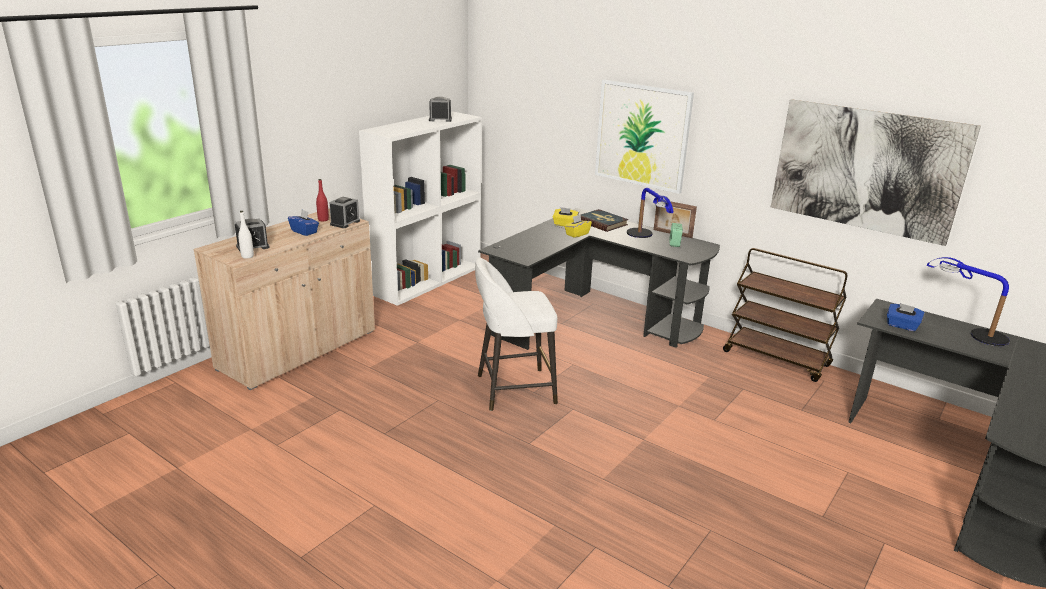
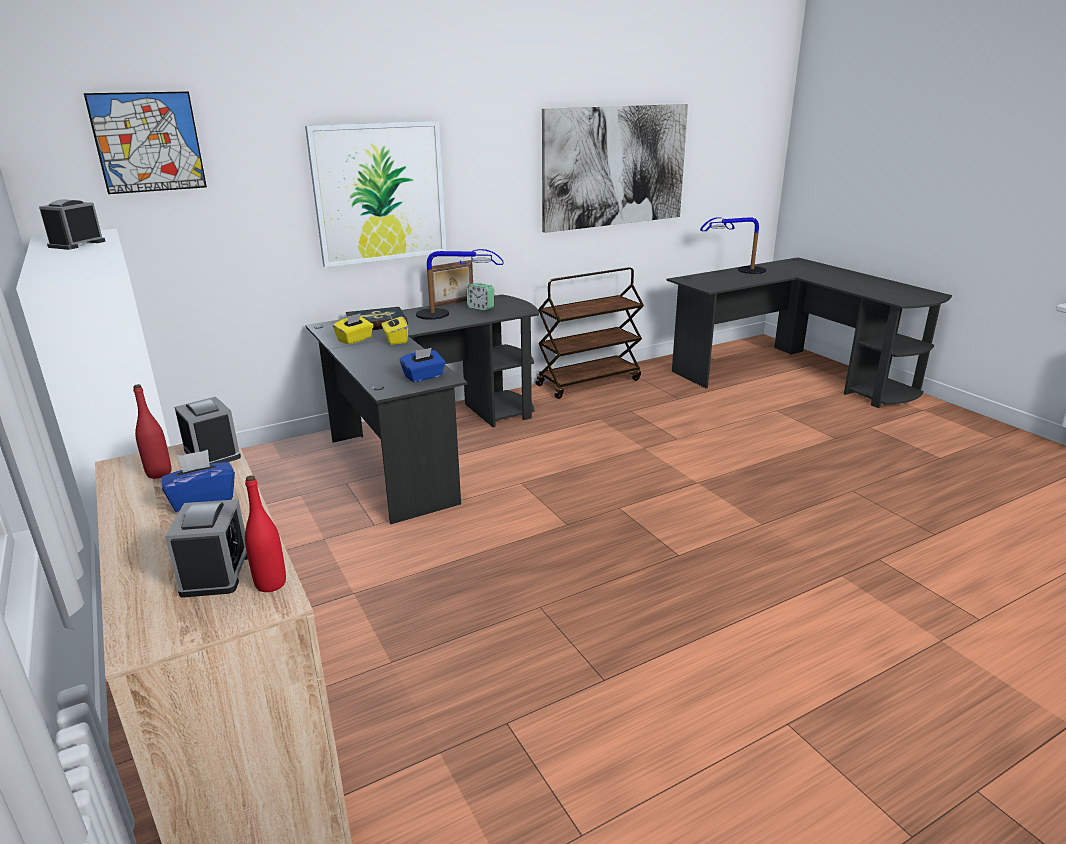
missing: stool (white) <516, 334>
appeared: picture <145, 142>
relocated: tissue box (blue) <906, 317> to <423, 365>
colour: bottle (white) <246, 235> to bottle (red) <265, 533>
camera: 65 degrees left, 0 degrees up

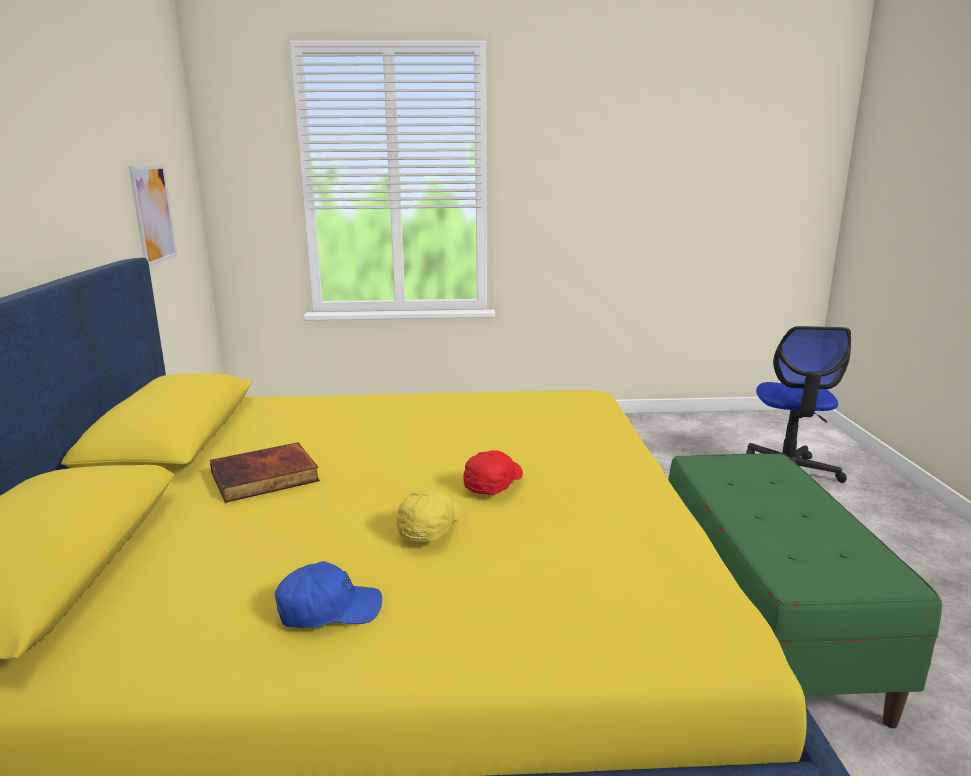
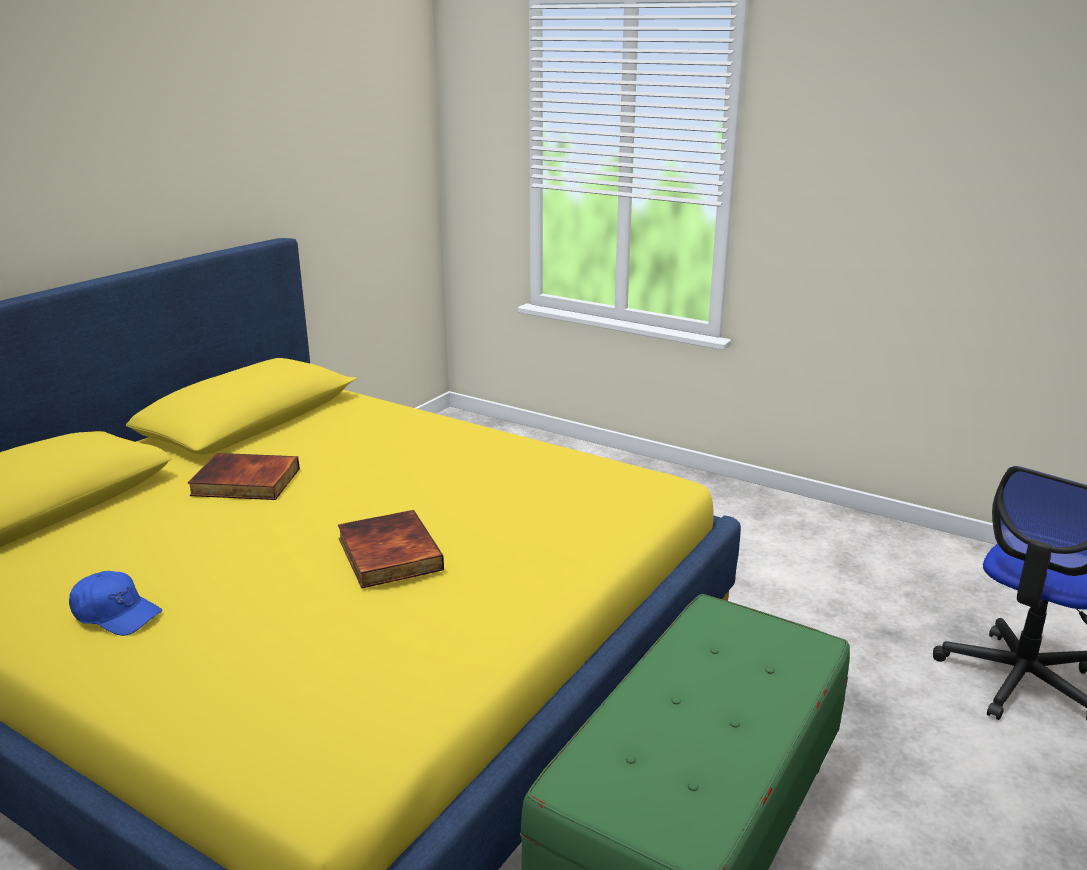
missing: picture <153, 215>; cap (yellow) <428, 515>
exchanged: cap (red) <493, 472> to book <391, 549>
camera: 35 degrees right, 5 degrees up

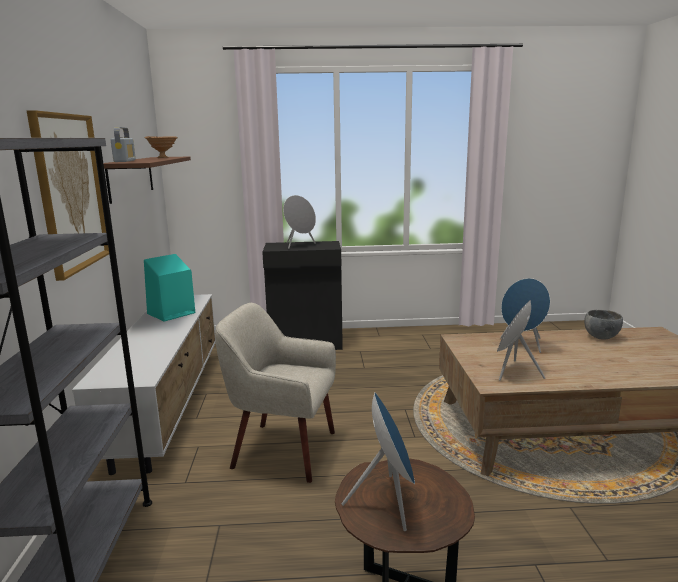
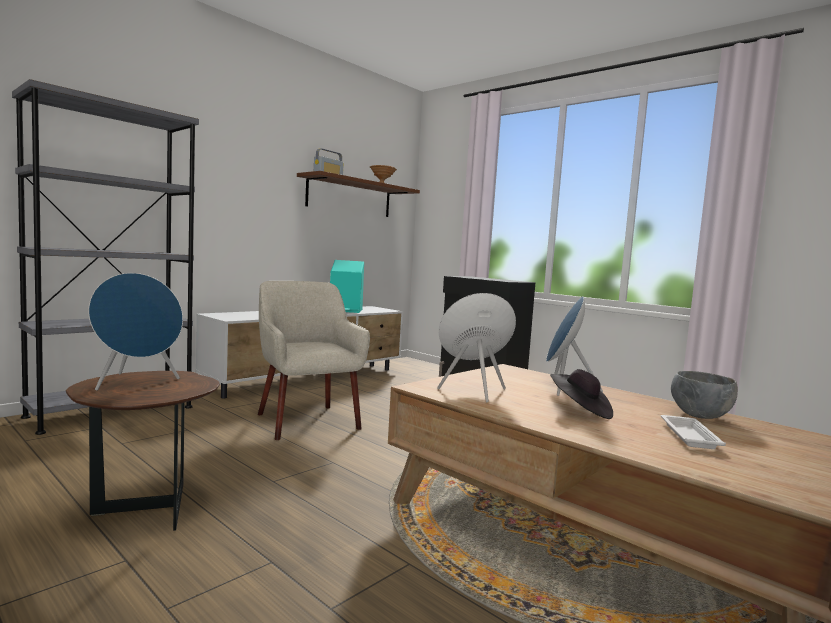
missing: picture <68, 195>; speaker (grey) <299, 222>
appeared: hat (black) <581, 394>; tray (white) <693, 432>
camera: 45 degrees right, 10 degrees down

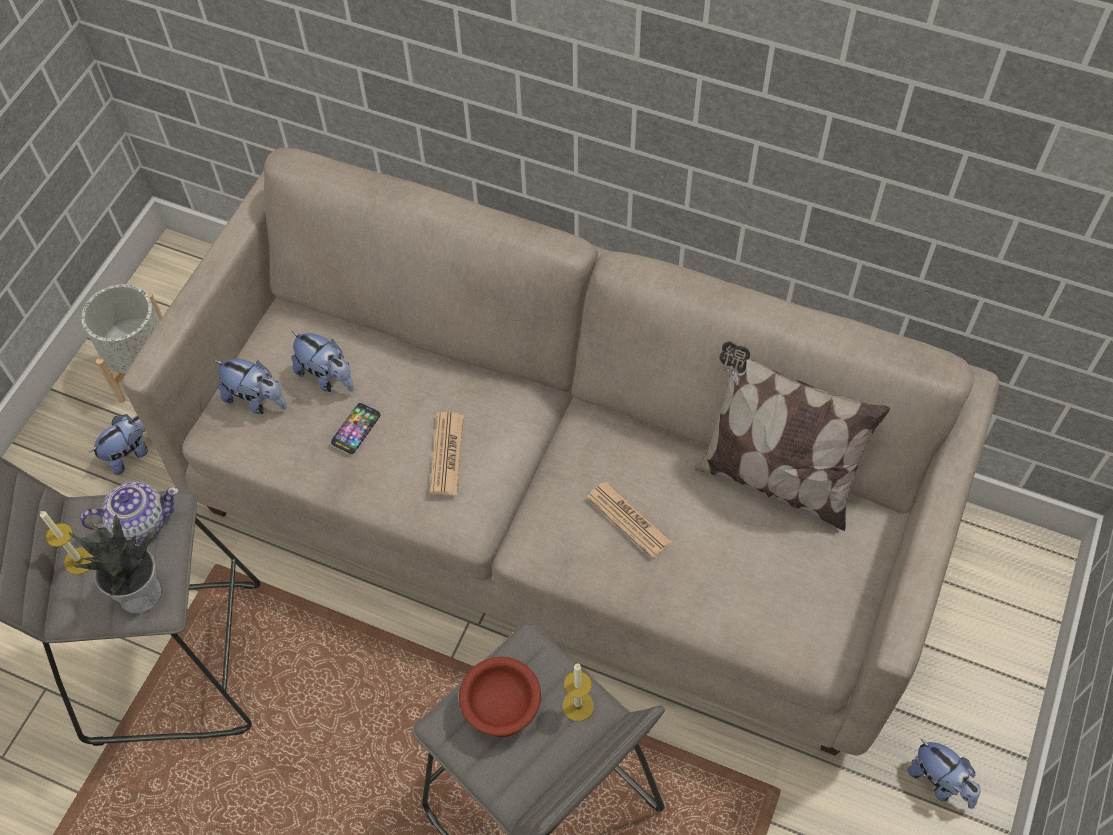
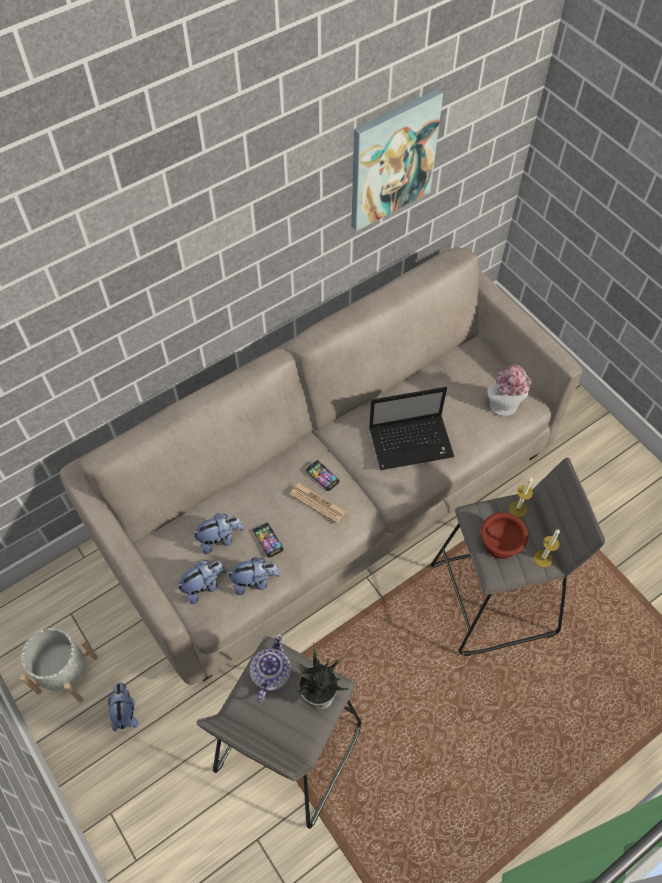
missing: pillow <792, 436>
appeared: phone <323, 475>; picture <397, 160>; hat <509, 390>
relocated: candle <66, 542> to <547, 548>; plush toy <944, 774> to <253, 576>
exchanged: newspaper <629, 520> to laptop <411, 428>
camera: 60 degrees left, 0 degrees up

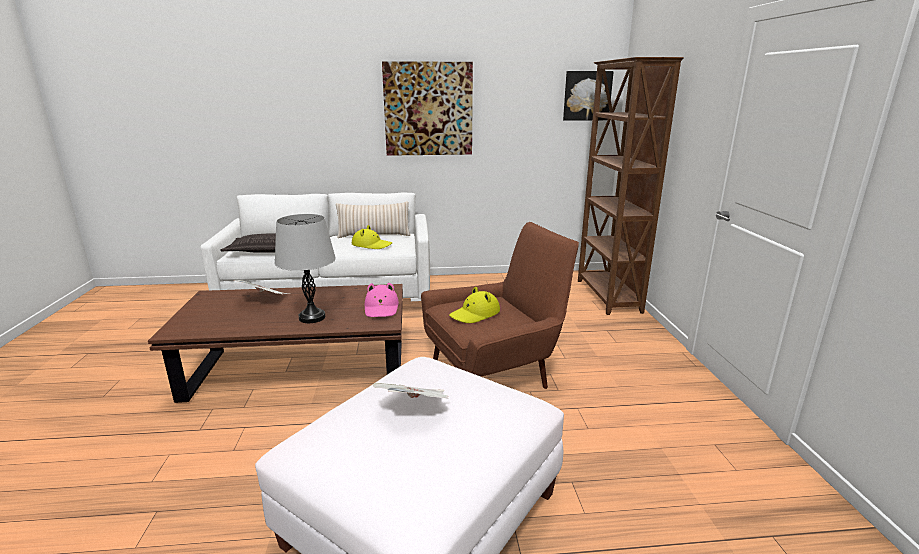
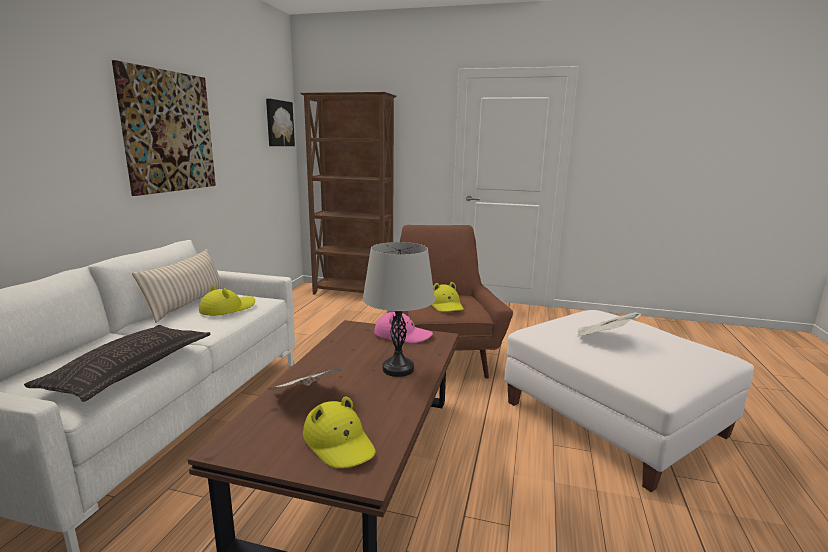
appeared: hat (yellow) <339, 432>
camera: 70 degrees left, 5 degrees down

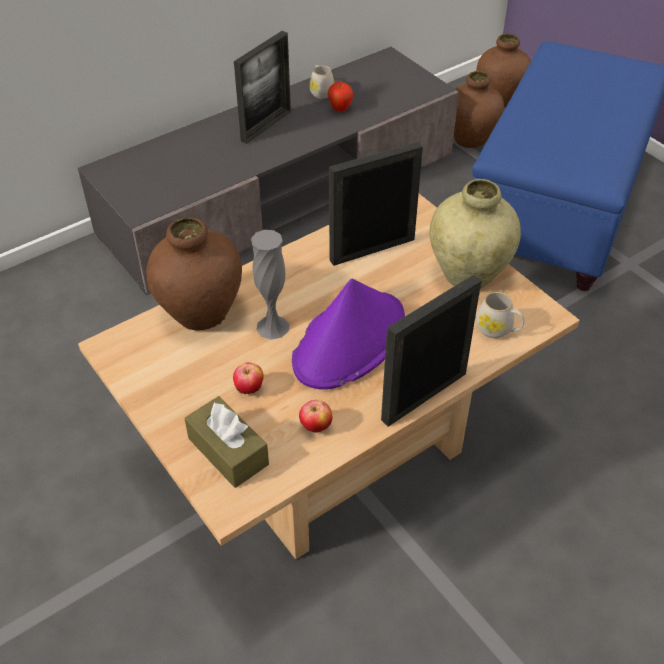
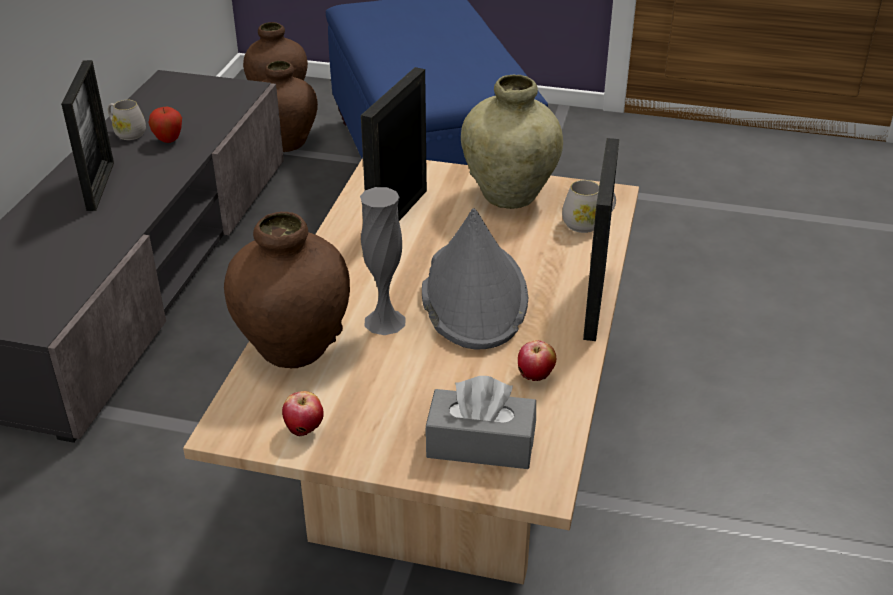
relocated: apple <248, 378> to <303, 413>
colour: tissue box (brown) <227, 442> to tissue box (grey) <480, 422>; hat (purple) <348, 334> to hat (grey) <475, 279>
camera: 40 degrees left, 10 degrees down

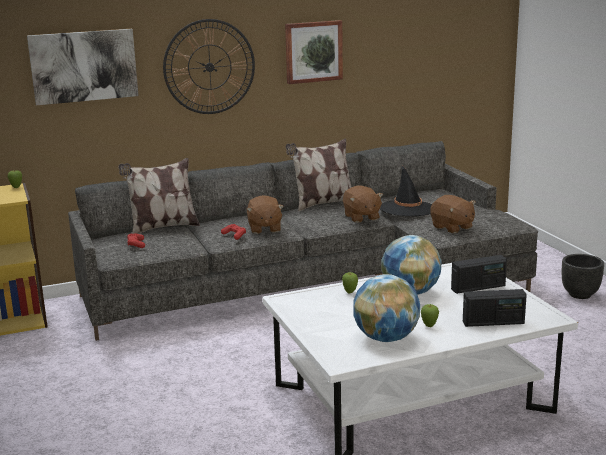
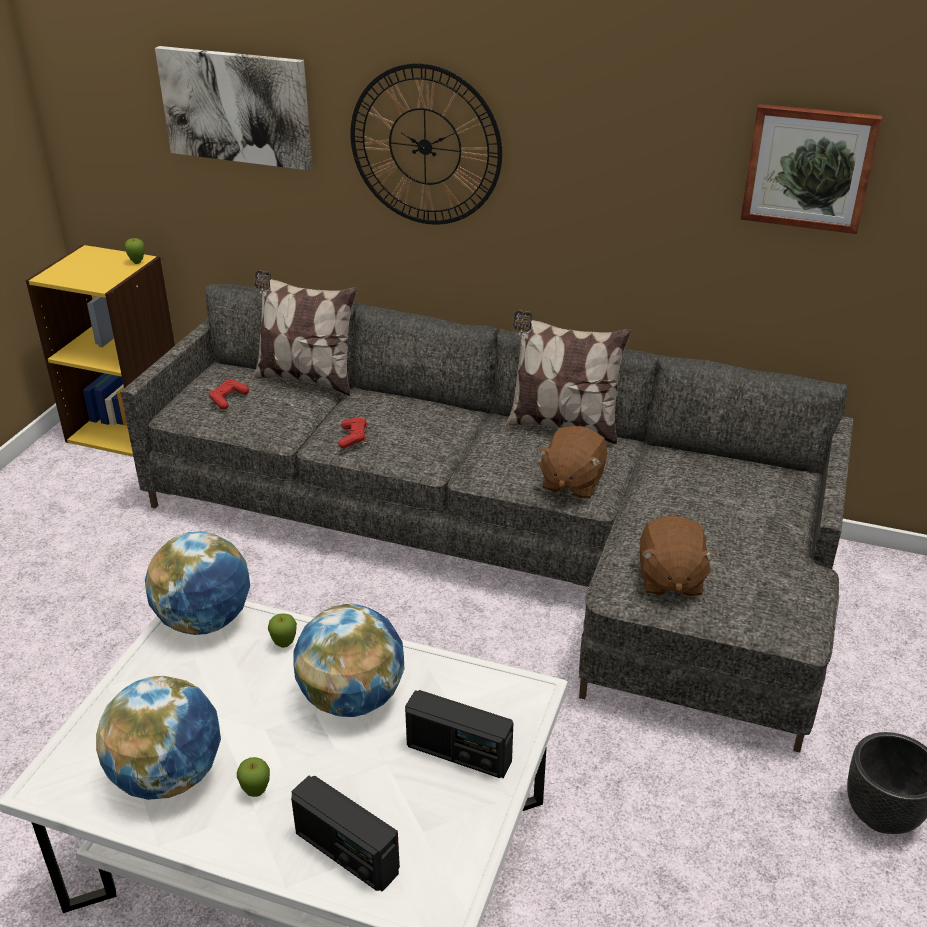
missing: plush toy (brown) <265, 214>; hat (black) <406, 191>
appeared: globe <197, 583>
relocated: picture <314, 52> to <811, 169>
camera: 40 degrees right, 15 degrees up

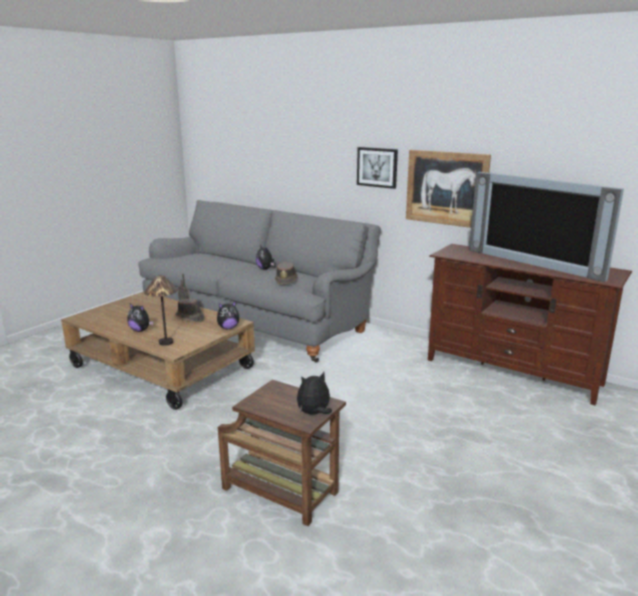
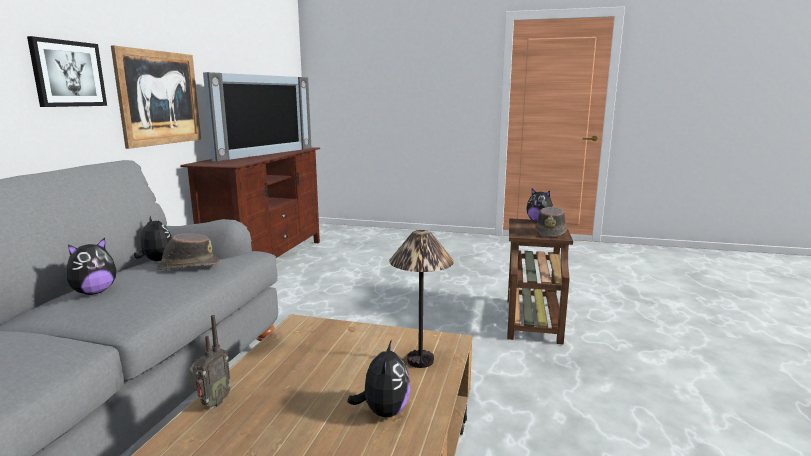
relocated: hat (brown) <190, 311> to <551, 222>; plush toy <228, 315> to <153, 238>
camera: 110 degrees left, 5 degrees down

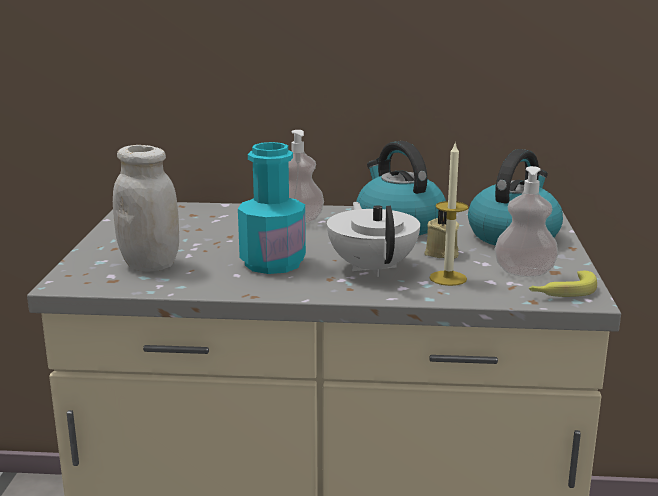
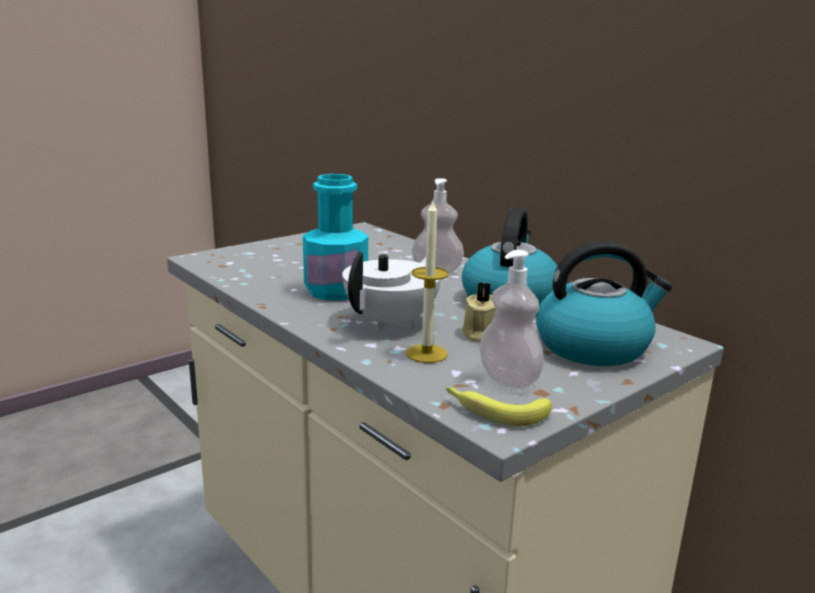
missing: jar (white) <146, 208>
camera: 45 degrees right, 0 degrees up

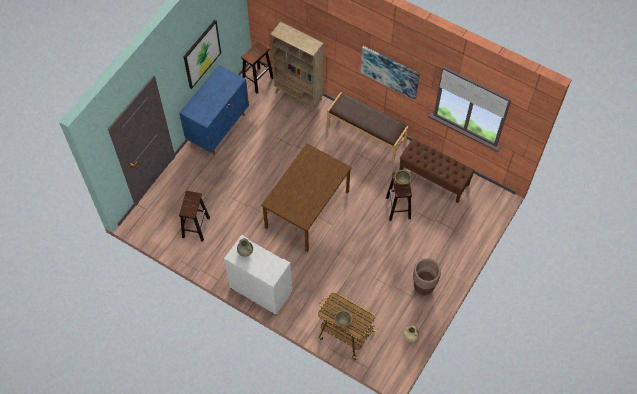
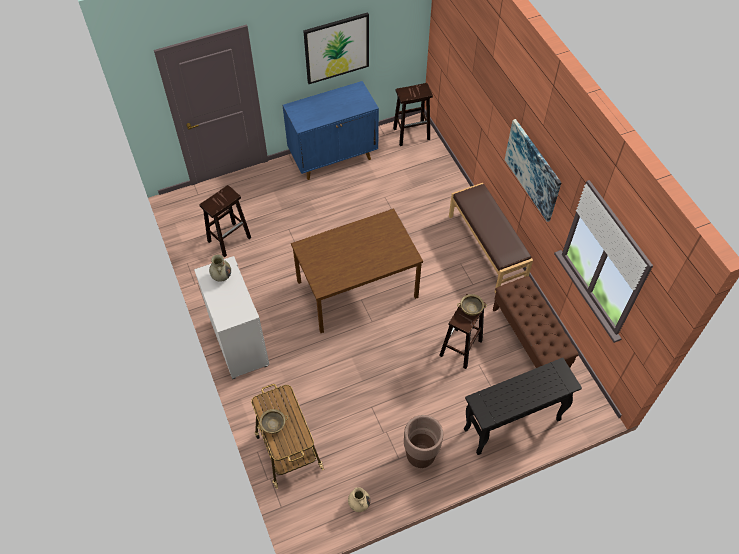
missing: bookcase (beige) <297, 66>
appeared: console table (black) <523, 406>
camera: 35 degrees right, 5 degrees down

